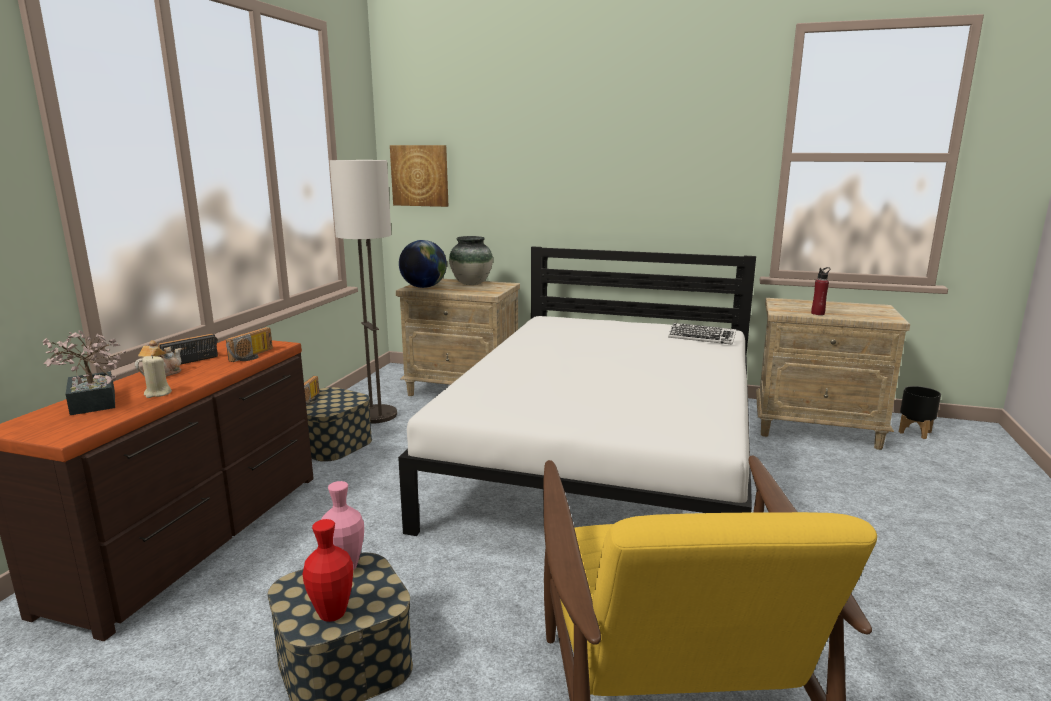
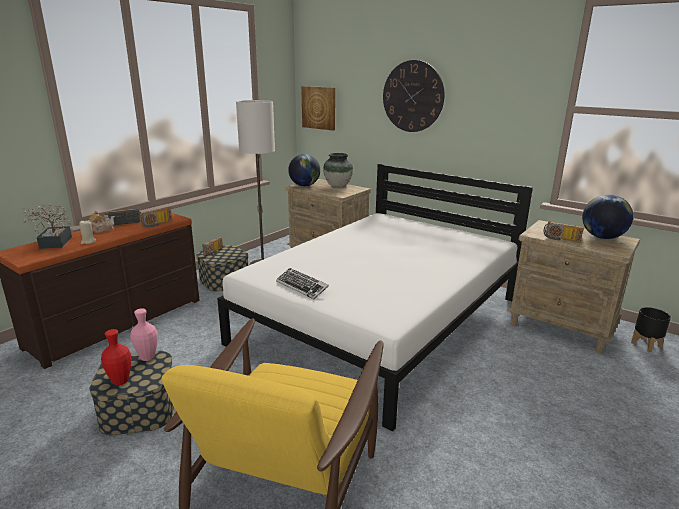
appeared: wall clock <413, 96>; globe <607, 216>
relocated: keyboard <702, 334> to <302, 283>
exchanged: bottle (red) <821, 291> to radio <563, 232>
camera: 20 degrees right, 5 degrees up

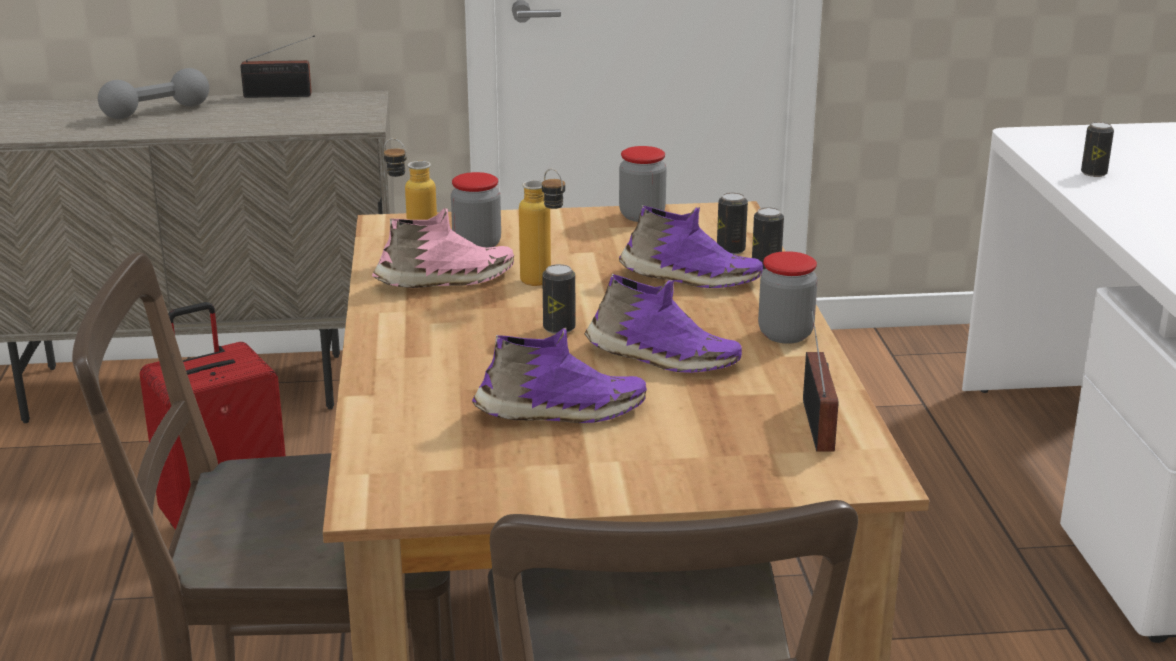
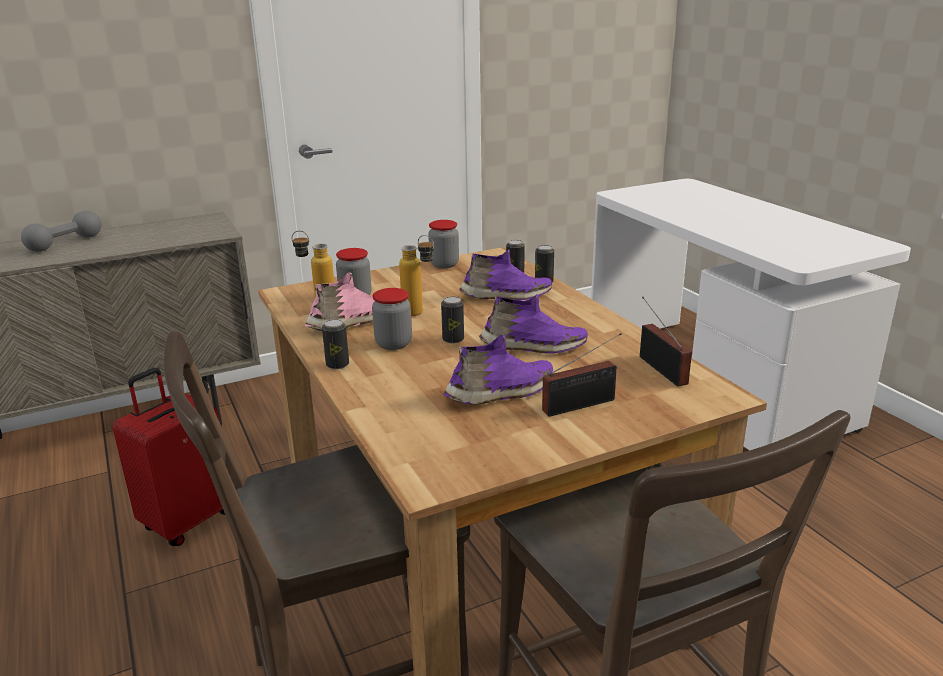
relocated: radio <277, 66> to <582, 375>; jar <788, 297> to <392, 319>; can <1097, 149> to <335, 344>
camera: 20 degrees left, 0 degrees up

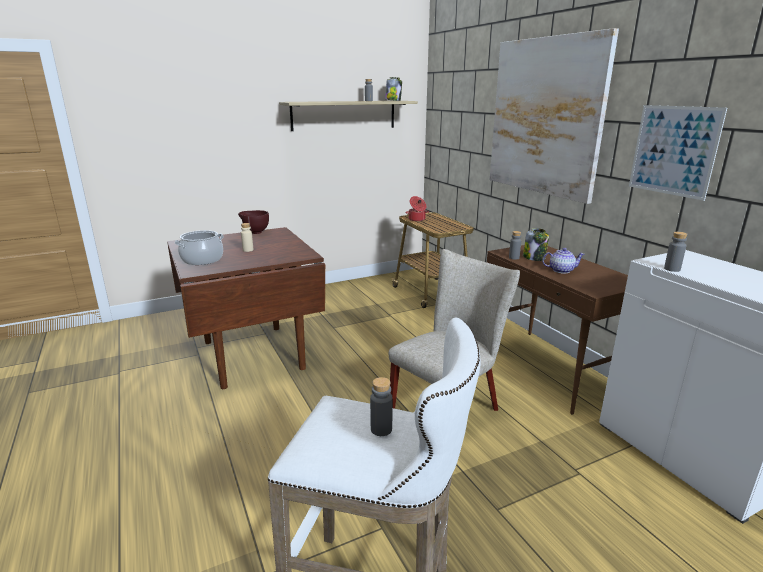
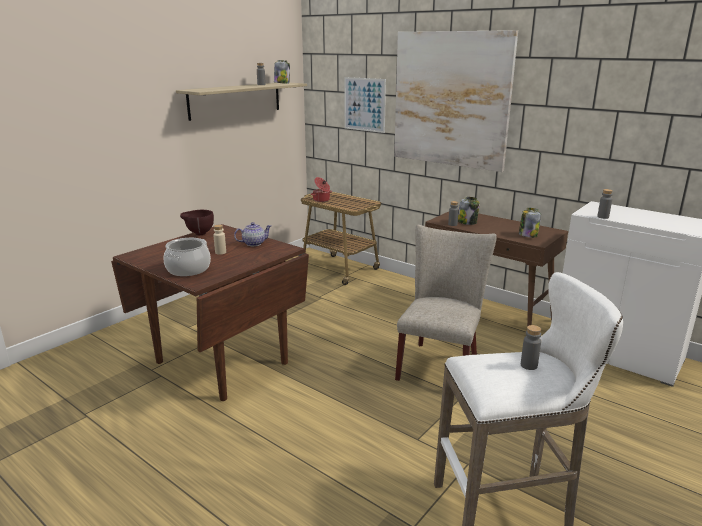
appeared: jar <530, 223>
relocated: teapot <563, 261> to <253, 234>; picture <678, 153> to <365, 105>
camera: 25 degrees left, 0 degrees up

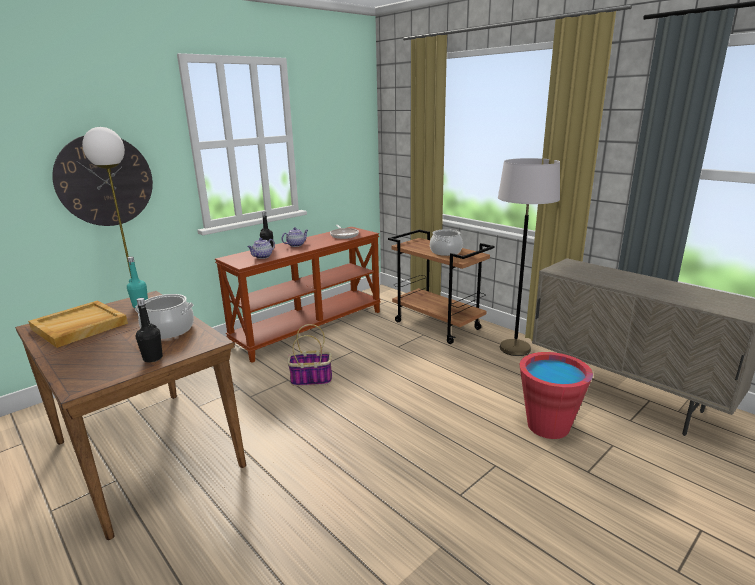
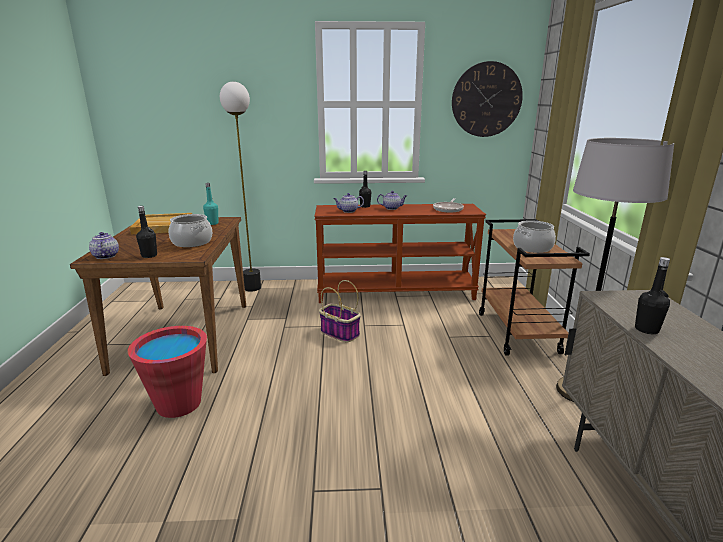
appeared: teapot <104, 245>; bottle (black) <652, 295>
relocated: wall clock <102, 180> to <487, 99>; bucket (red) <556, 395> to <167, 372>
camera: 40 degrees right, 0 degrees up

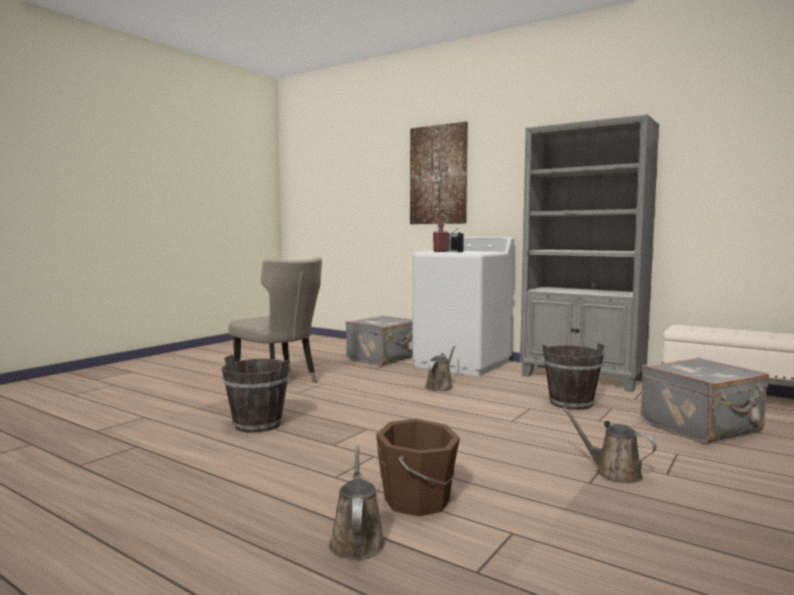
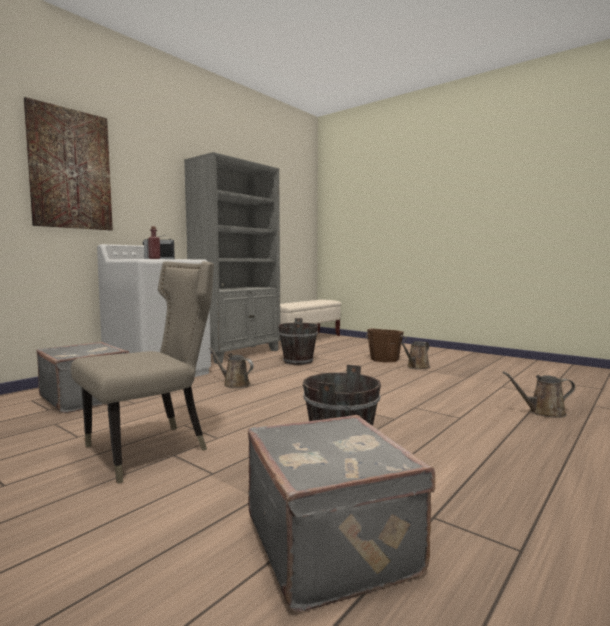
relocated: bucket (brown) <418, 467> to <386, 345>; suitcase (grey) <705, 400> to <341, 513>
camera: 85 degrees left, 0 degrees up

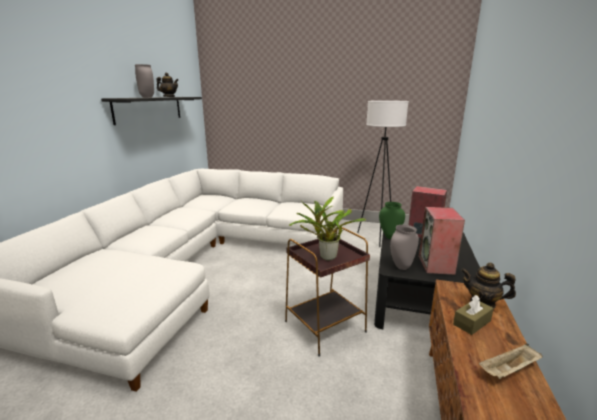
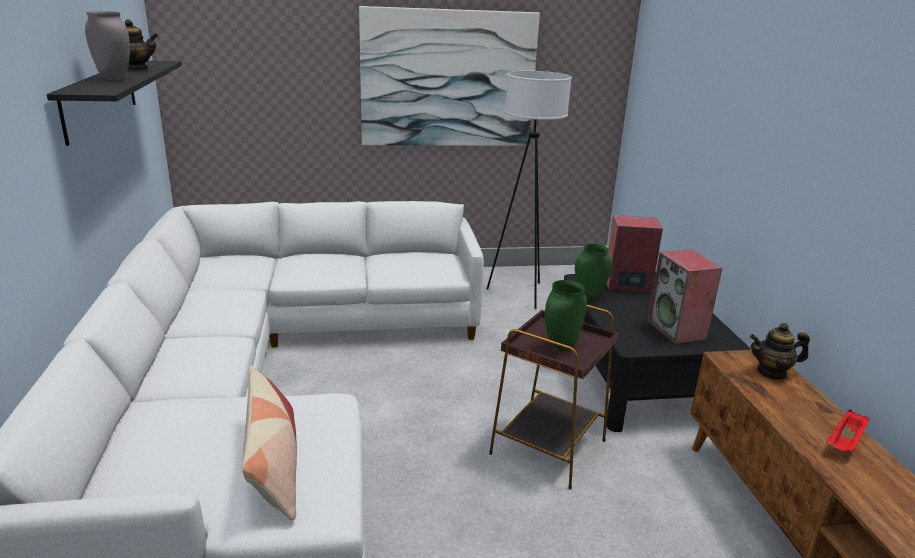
missing: vase (grey) <404, 247>; tissue box (brown) <473, 315>
appeared: pillow <269, 442>; picture <449, 76>
exchanged: potted plant <327, 228> to vase (green) <566, 315>
colour: tray (beige) <511, 361> to tray (red) <848, 431>
camera: 25 degrees left, 5 degrees up

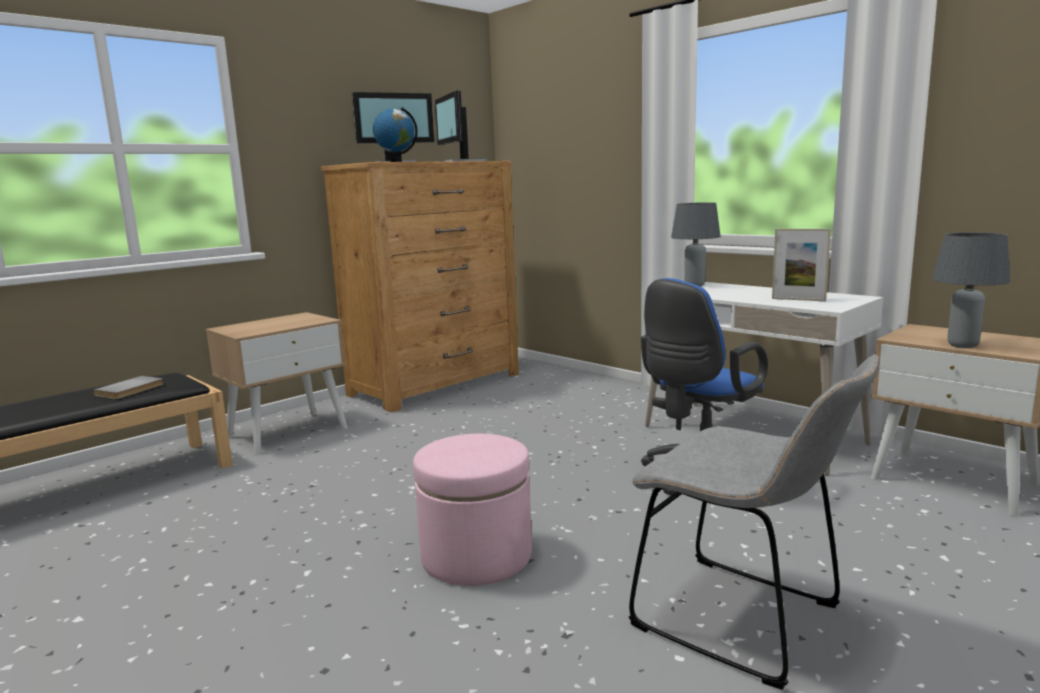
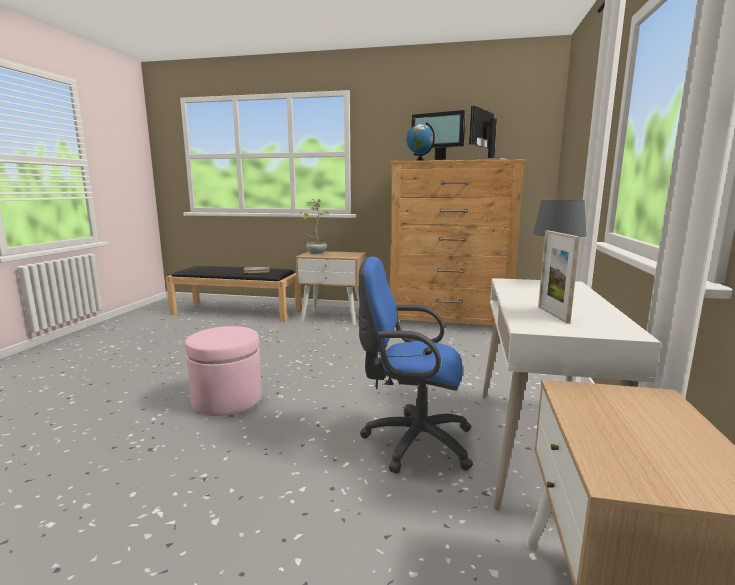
missing: chair (grey) <754, 522>; table lamp (grey) <971, 290>
appeared: potted plant <314, 226>
camera: 55 degrees right, 0 degrees up

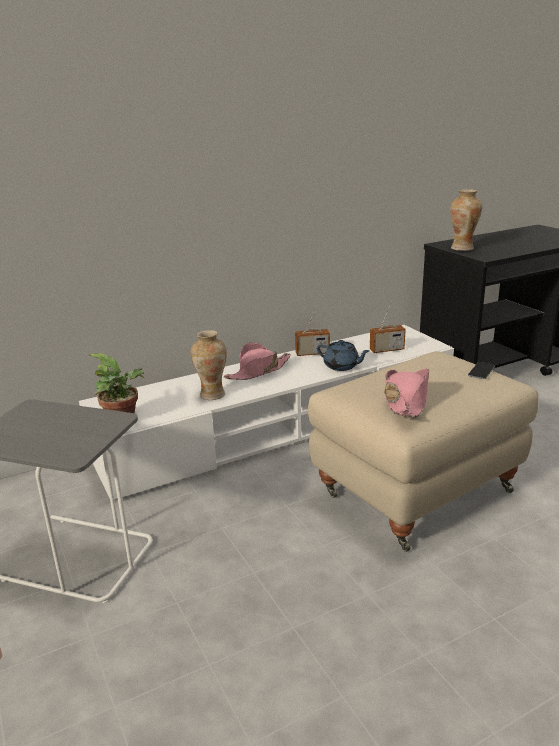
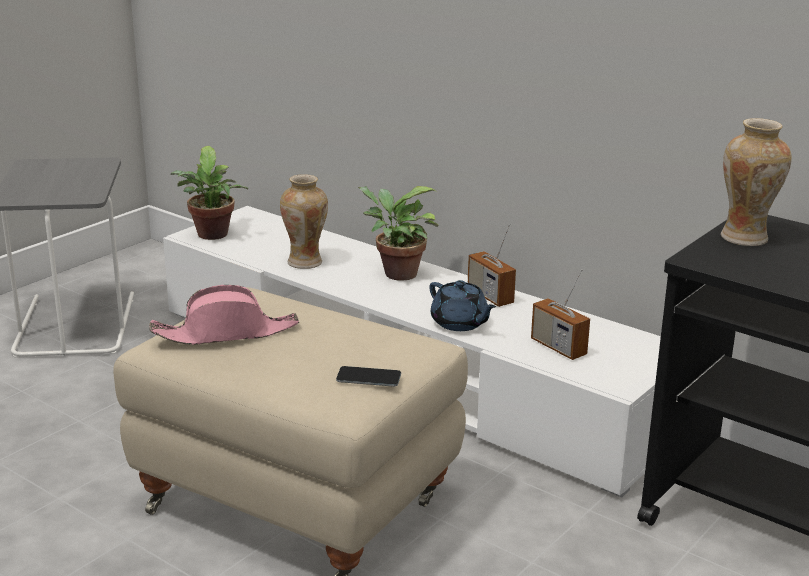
exchanged: hat (pink) <257, 361> to potted plant <398, 233>
spun: teapot (blue) <343, 355> = <462, 305> 45 degrees counterclockwise
camera: 65 degrees right, 0 degrees up

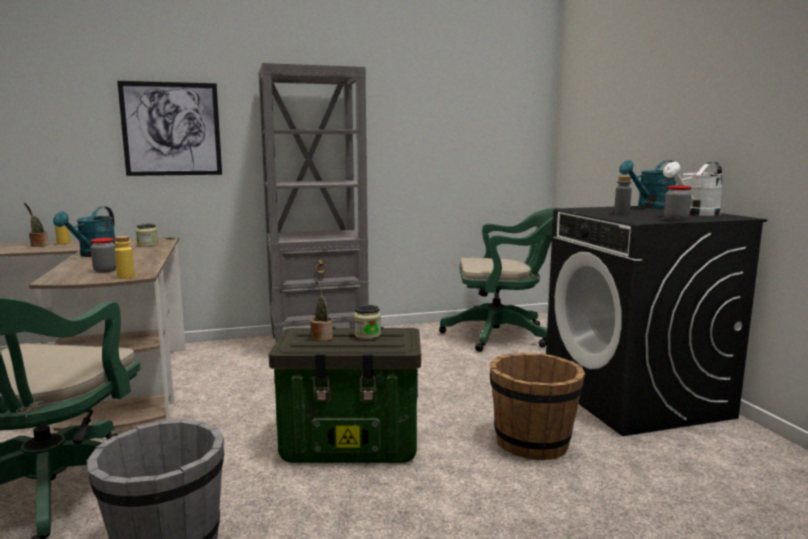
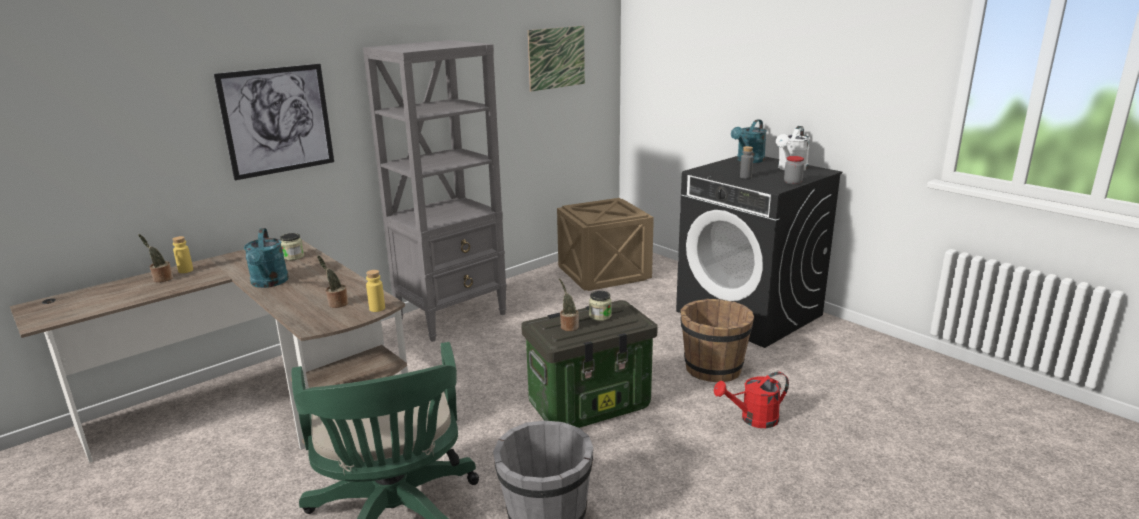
appeared: picture <556, 59>; watering can (red) <751, 400>
exchanged: jar <103, 255> to potted plant <332, 281>; office chair (green) <497, 280> to crate <605, 244>
camera: 25 degrees left, 10 degrees up

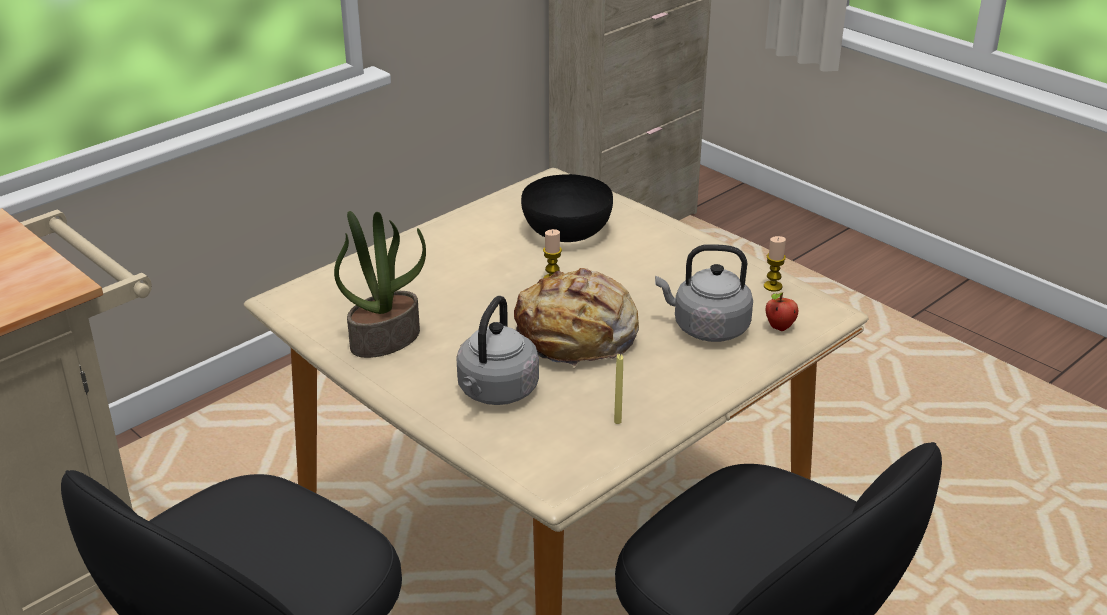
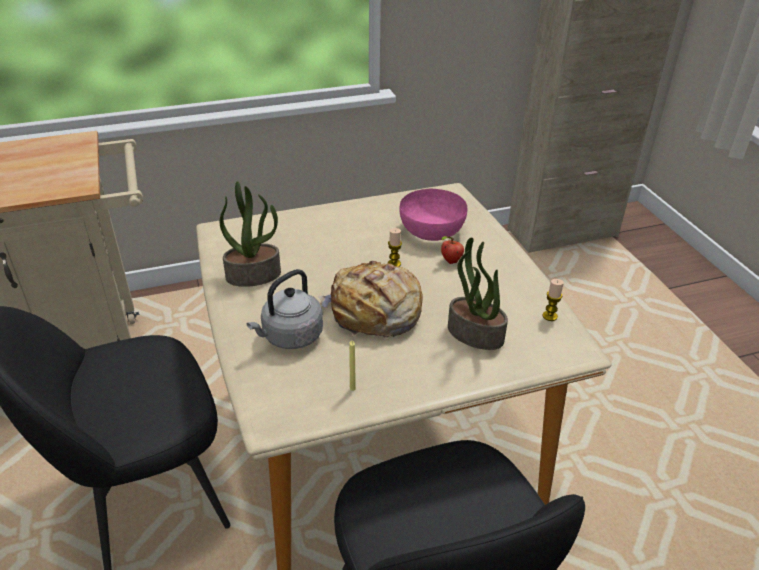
relocated: apple <782, 311> to <452, 250>
exchanged: kettle (grey) <704, 293> to potted plant <478, 294>
colour: bowl (black) <567, 208> to bowl (pink) <433, 215>
camera: 25 degrees right, 5 degrees up

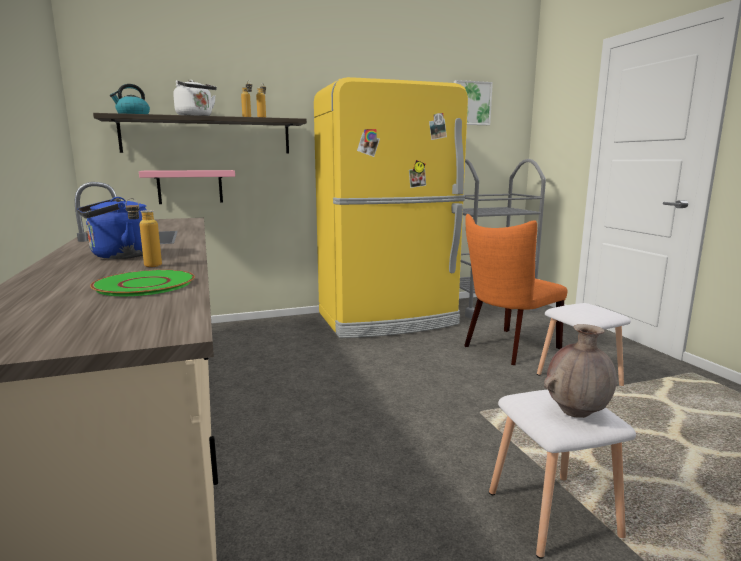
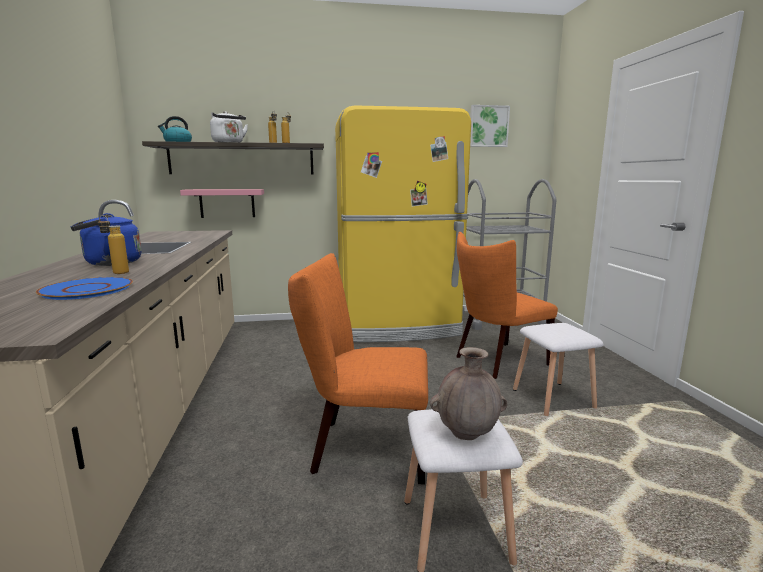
appeared: chair (orange) <358, 369>
colour: plate (green) <142, 283> to plate (blue) <84, 288>
camera: 10 degrees right, 0 degrees up

